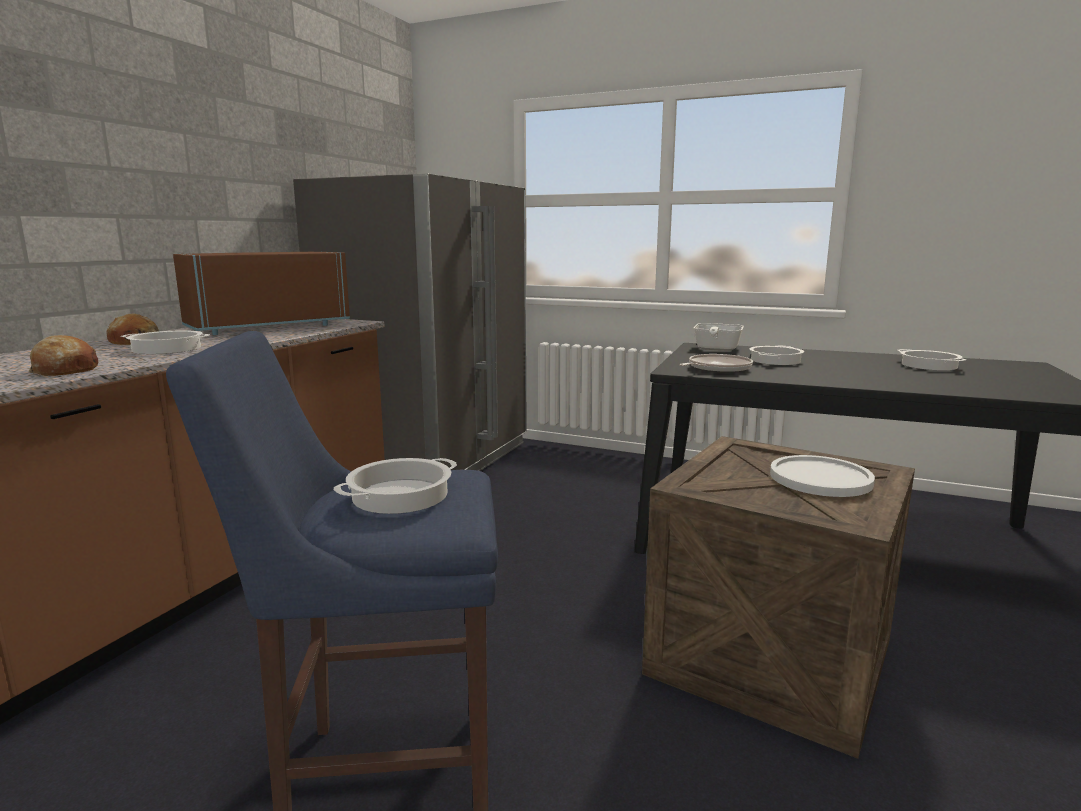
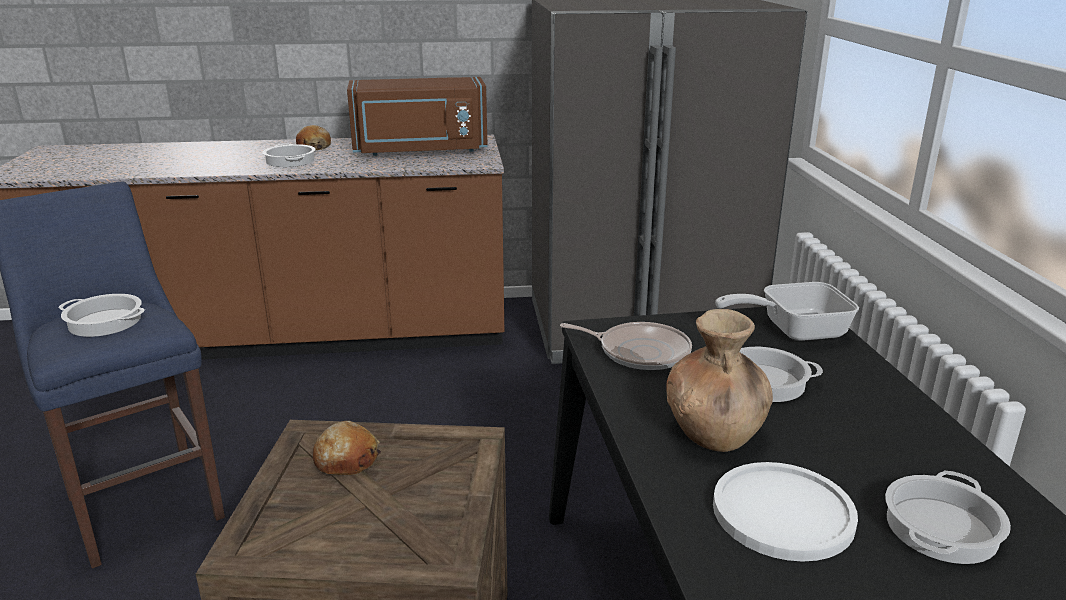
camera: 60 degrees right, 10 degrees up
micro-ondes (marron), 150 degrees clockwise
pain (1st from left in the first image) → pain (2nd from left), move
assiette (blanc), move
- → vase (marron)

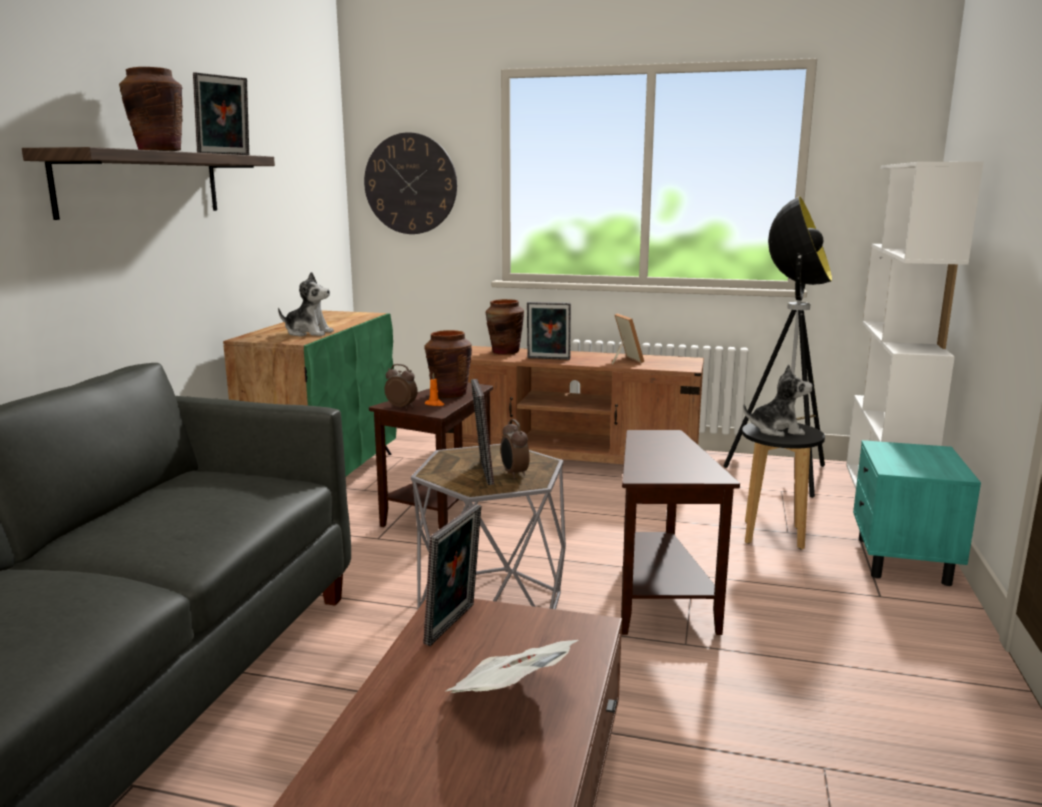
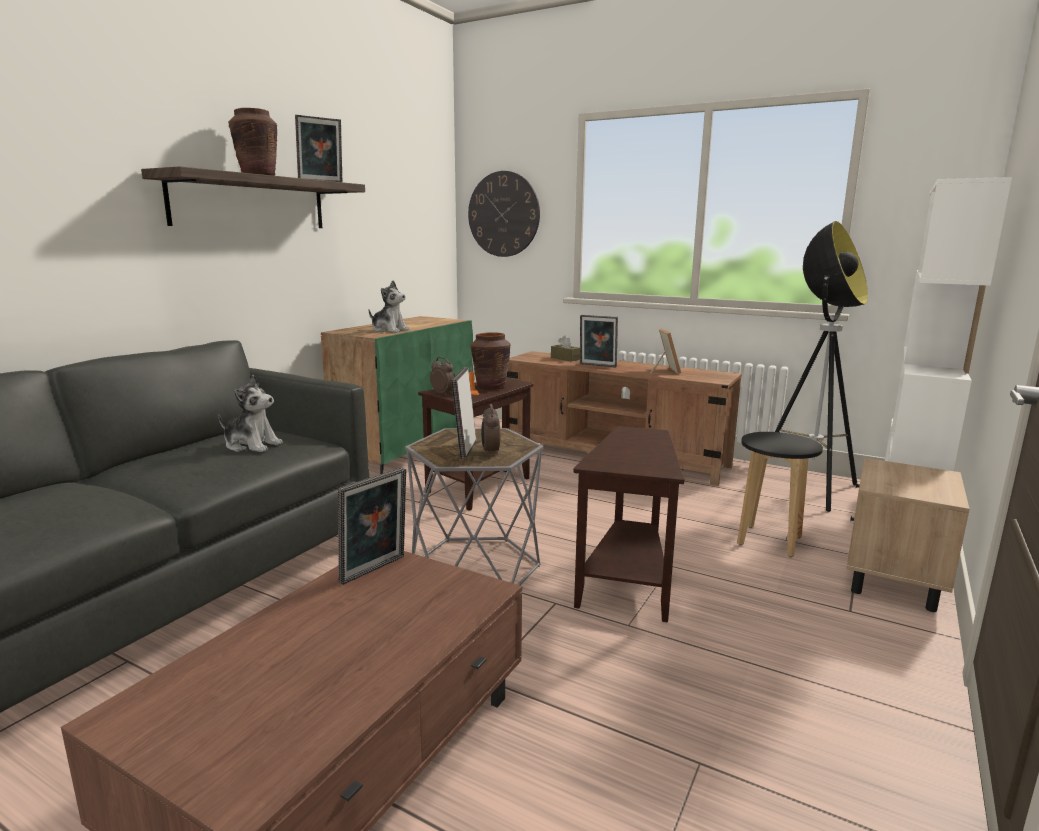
camera: 15 degrees right, 0 degrees up
vase (marron) (3rd from left) → boîte à mouchoirs (marron)
peluche (2nd from left in the first image) → peluche (1st from left), move
table de chevet (turquoise) → table de chevet (beige)
journal → -

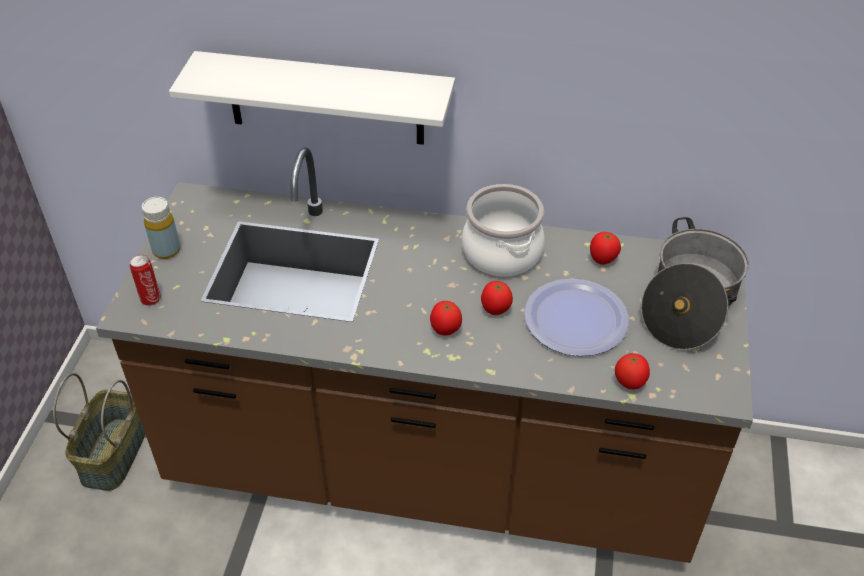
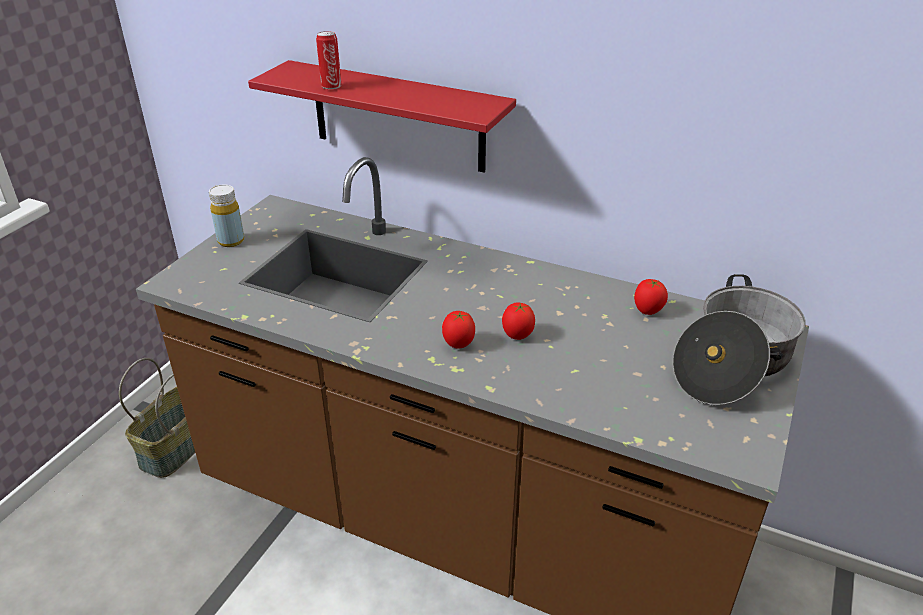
camera: 15 degrees right, 10 degrees down
étagère (blanc) → étagère (rouge)
marmite (1st from left) → -
boîte métallique, move
assiette → -
tomate (4th from left) → -

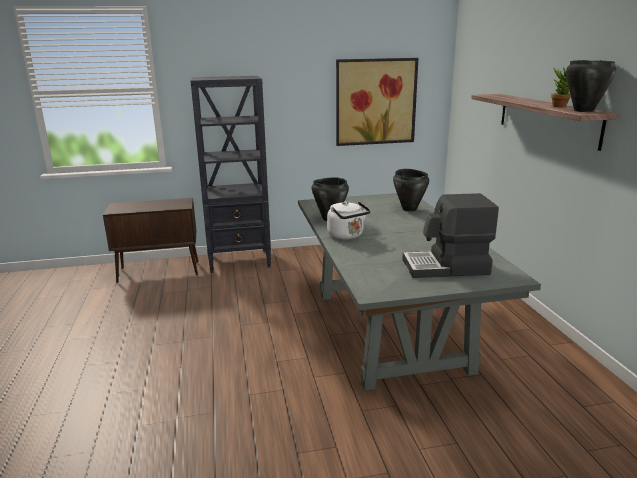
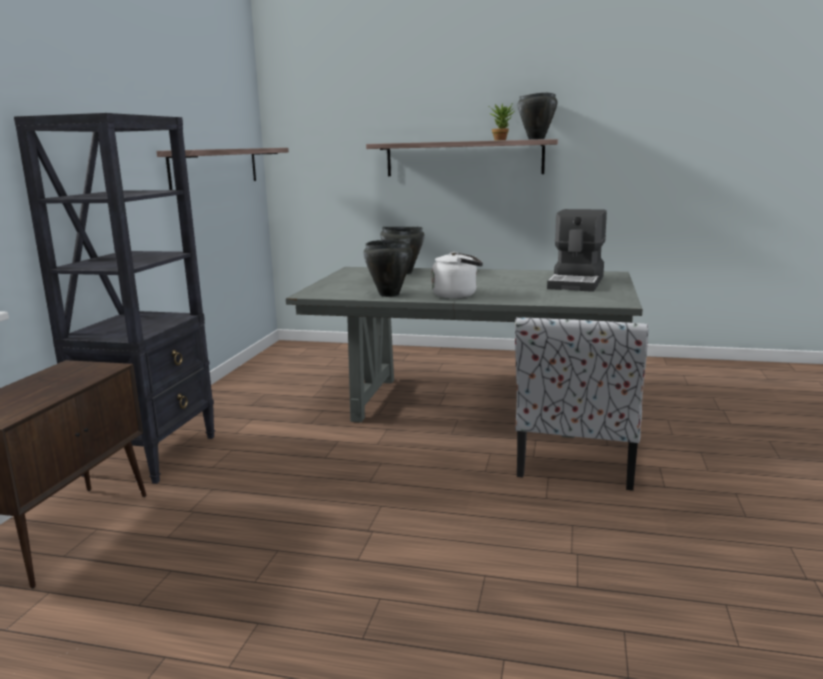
camera: 65 degrees left, 5 degrees down
tableau → étagère (1st from left)
- → chaise

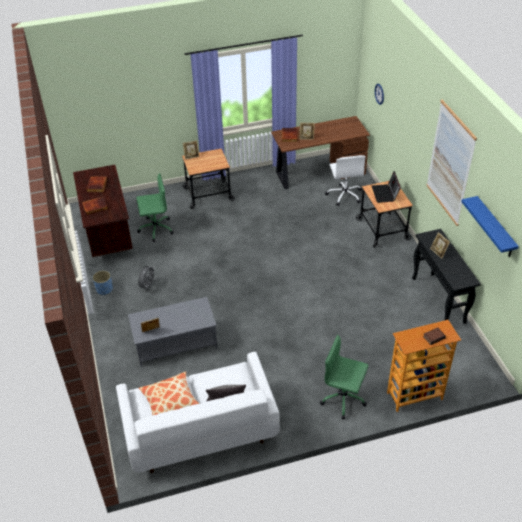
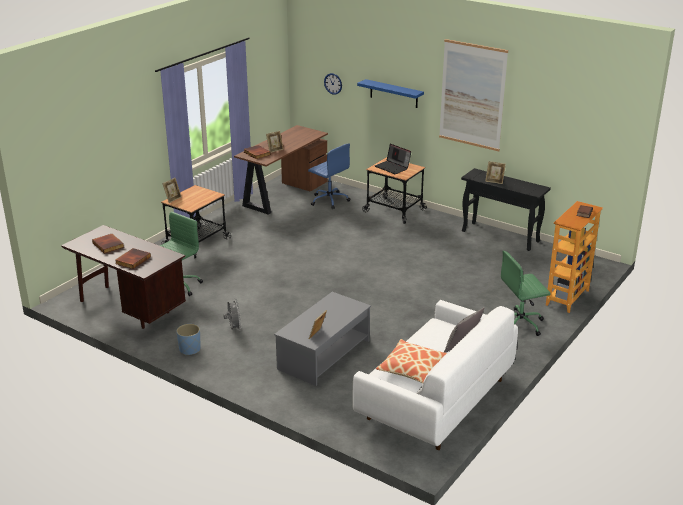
camera: 40 degrees left, 15 degrees down
chaise de bureau (blanc) → chaise de bureau (bleu)
étagère (bleu), move

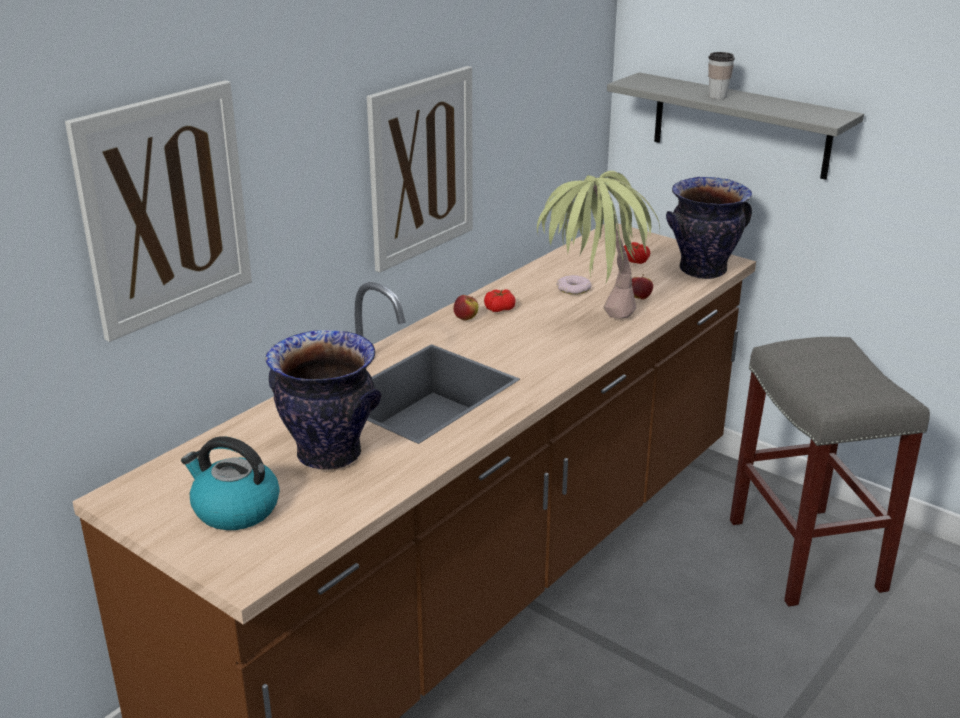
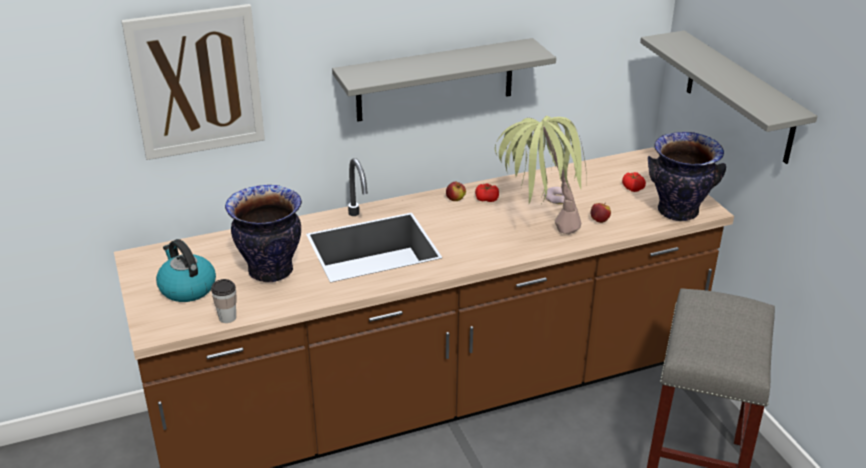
camera: 30 degrees right, 5 degrees up
tasse, move
tableau (2nd from left) → étagère (gris) (1st from left)

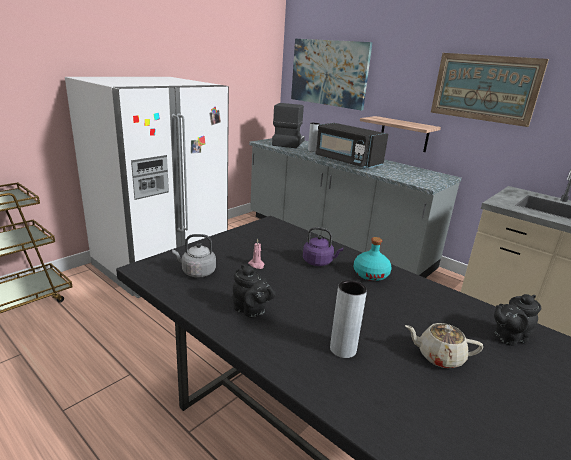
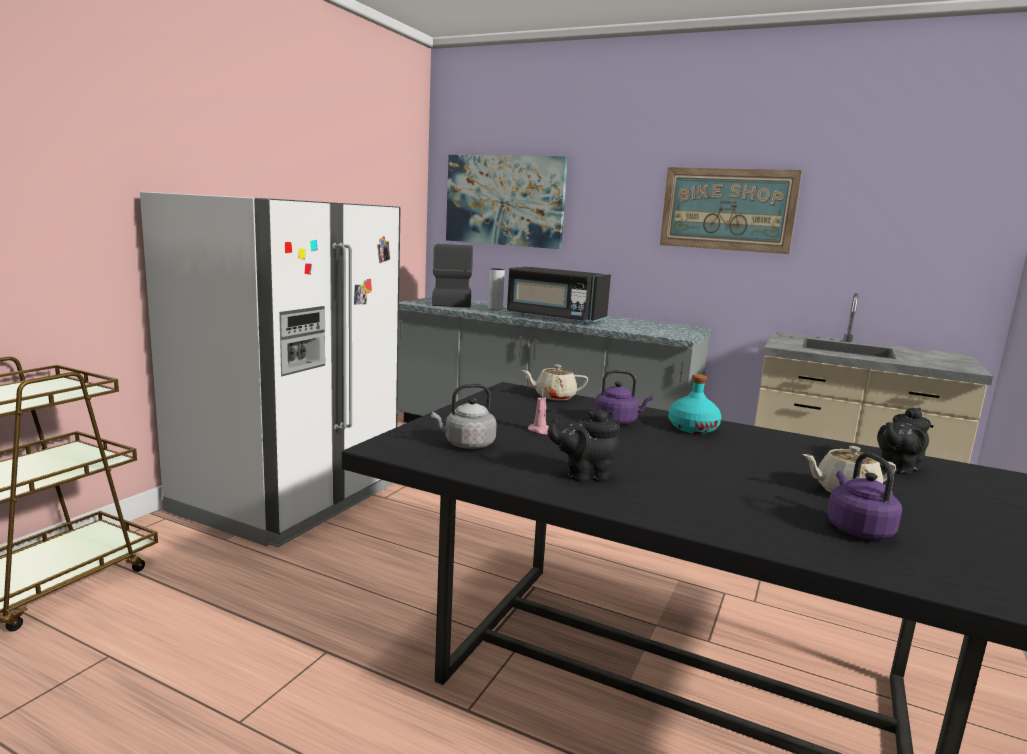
camera: 15 degrees left, 10 degrees down
étagère → -
théière (noir) (1st from left), 150 degrees clockwise
vase (gris) (2nd from left) → -
- → théière (beige) (1st from left)
- → bouilloire (violet) (2nd from left)

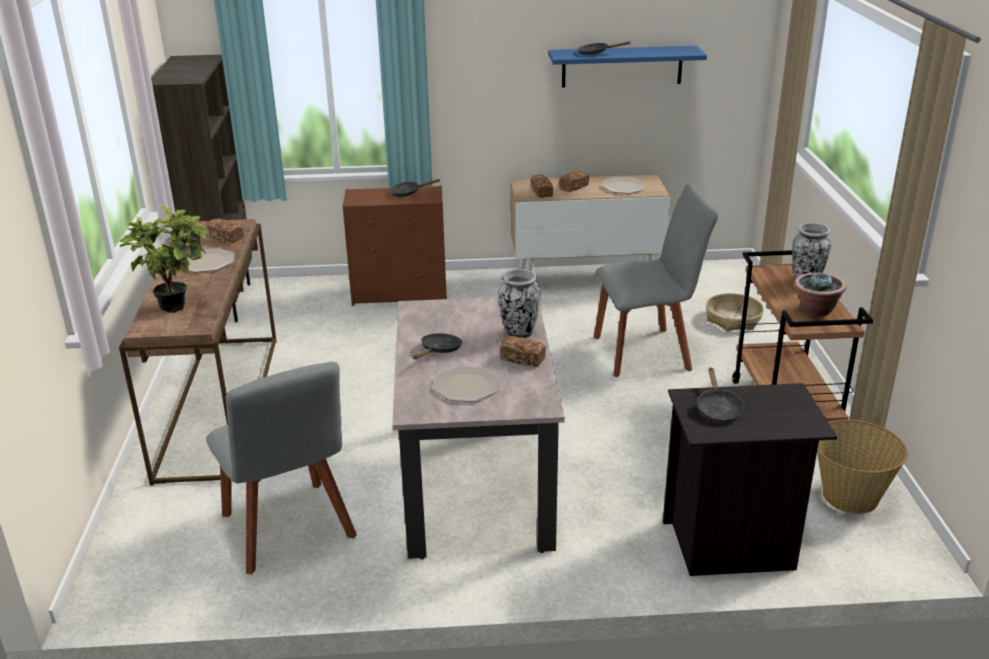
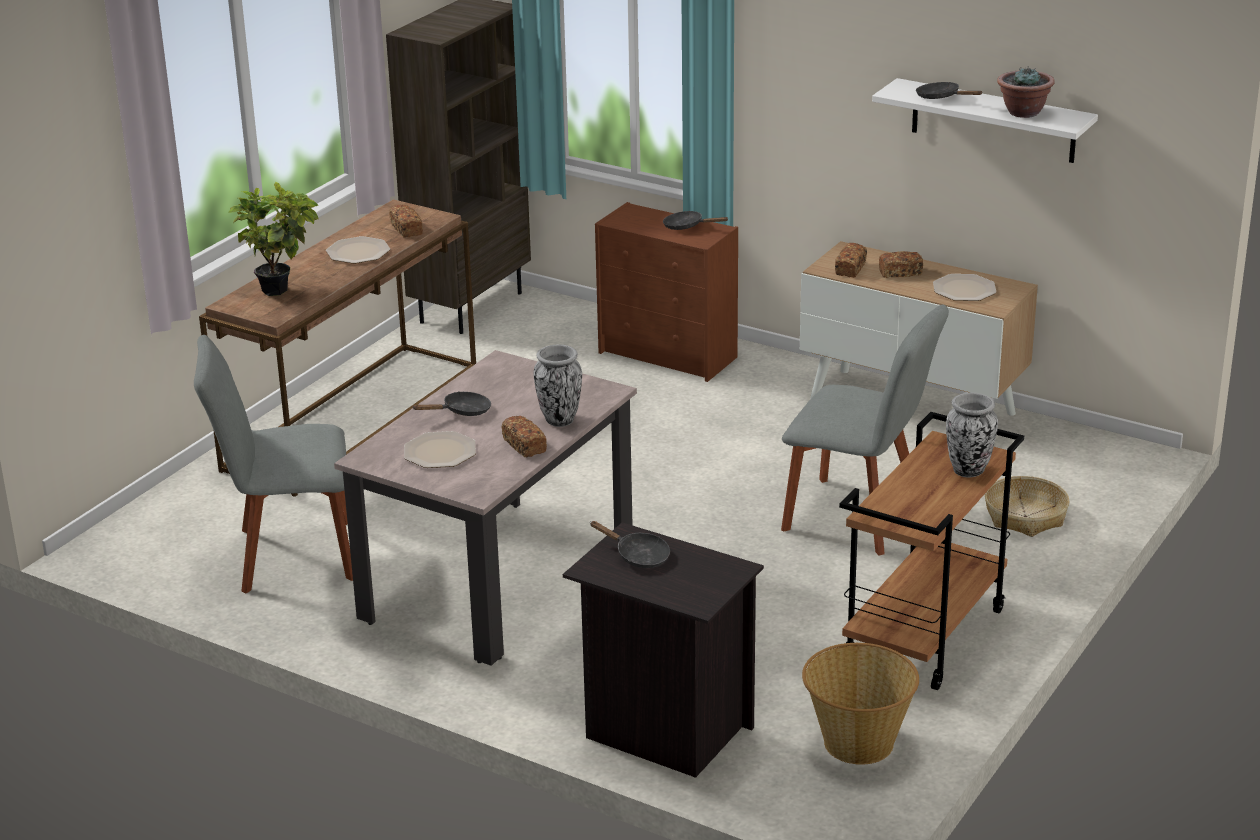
camera: 35 degrees right, 0 degrees up
étagère (bleu) → étagère (blanc)
plante en pot (2nd from left), move
chaise (gris) (1st from left), 75 degrees clockwise
poêle (noir) (4th from left in the first image) → poêle (noir) (2nd from left), 90 degrees counterclockwise

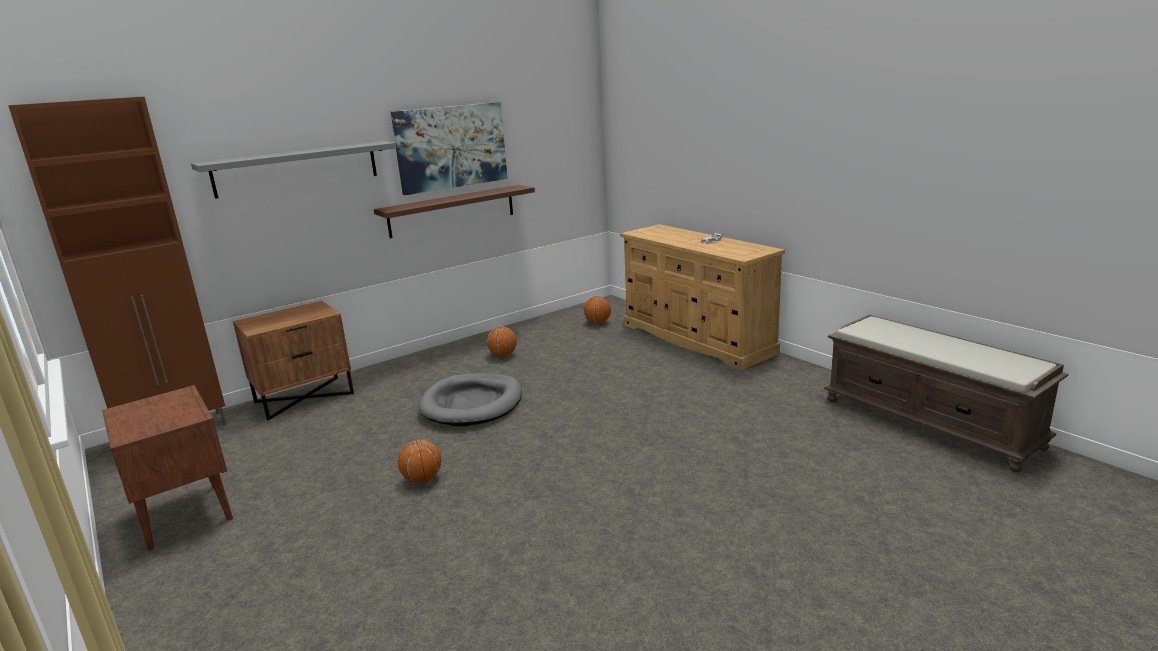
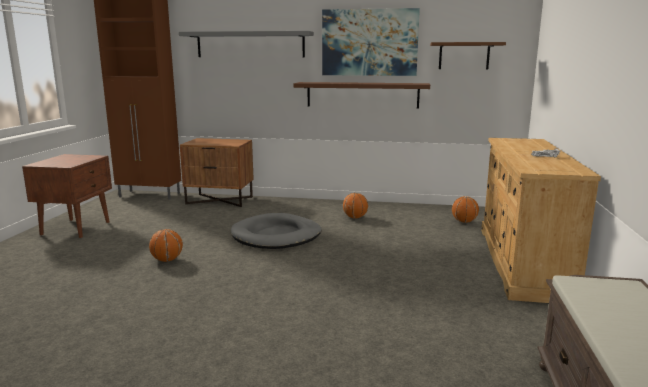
camera: 45 degrees right, 5 degrees down
- → étagère (marron) (2nd from left)

